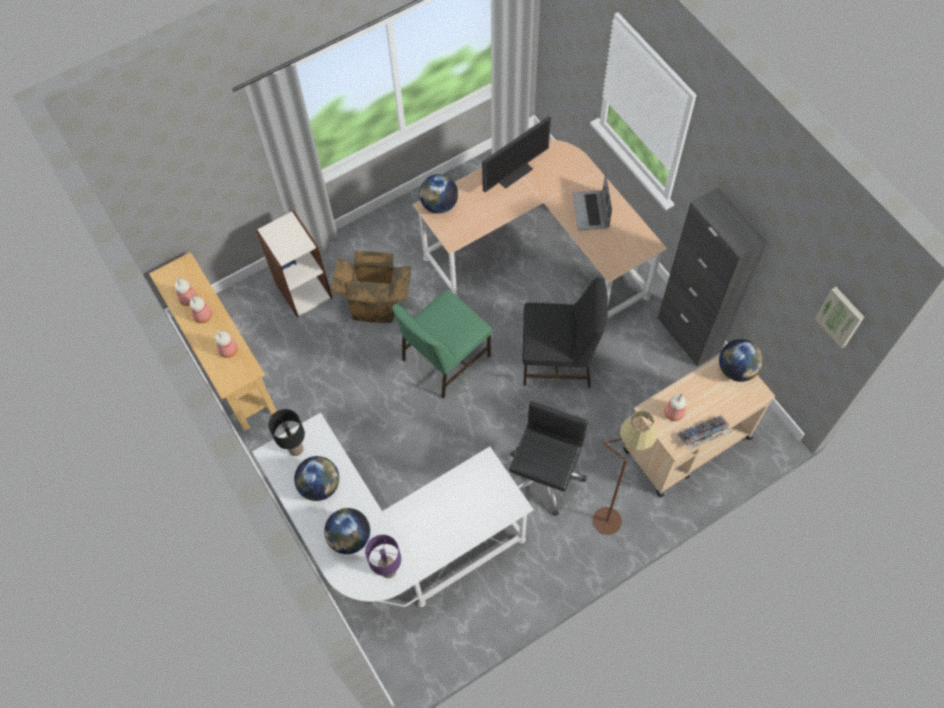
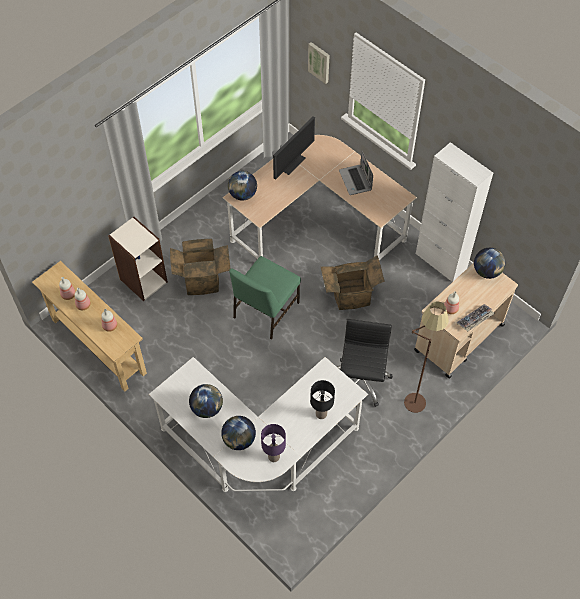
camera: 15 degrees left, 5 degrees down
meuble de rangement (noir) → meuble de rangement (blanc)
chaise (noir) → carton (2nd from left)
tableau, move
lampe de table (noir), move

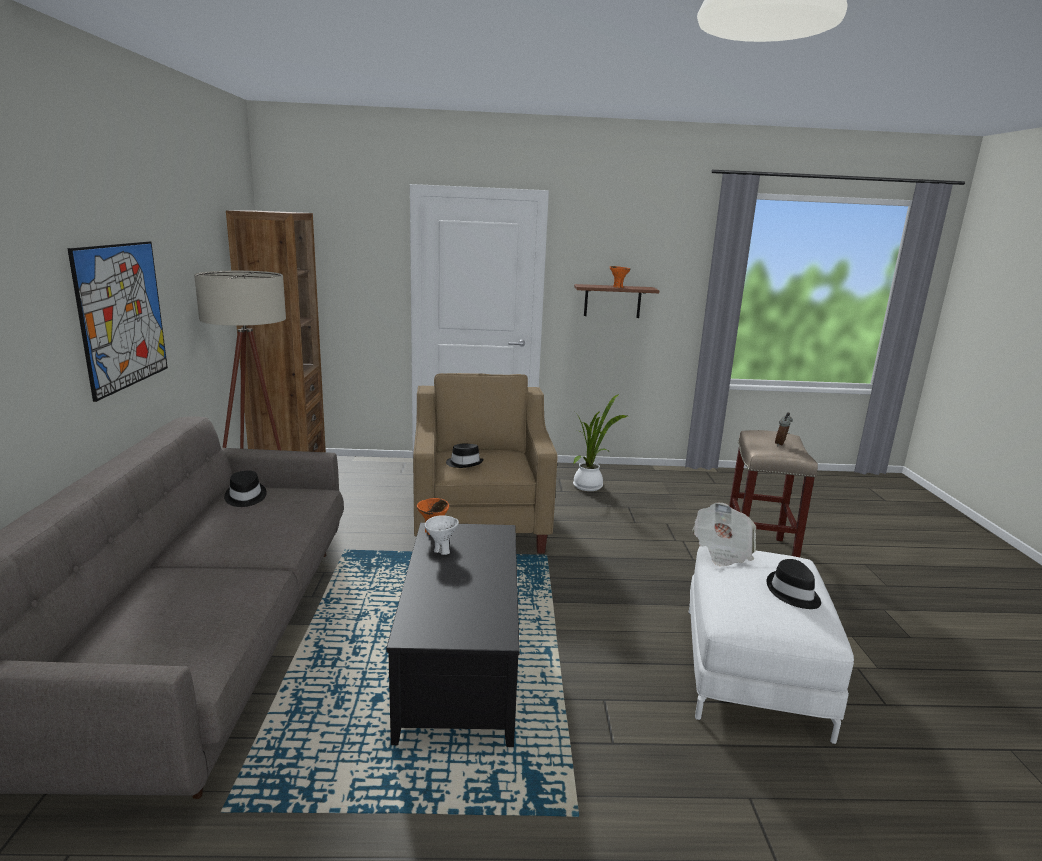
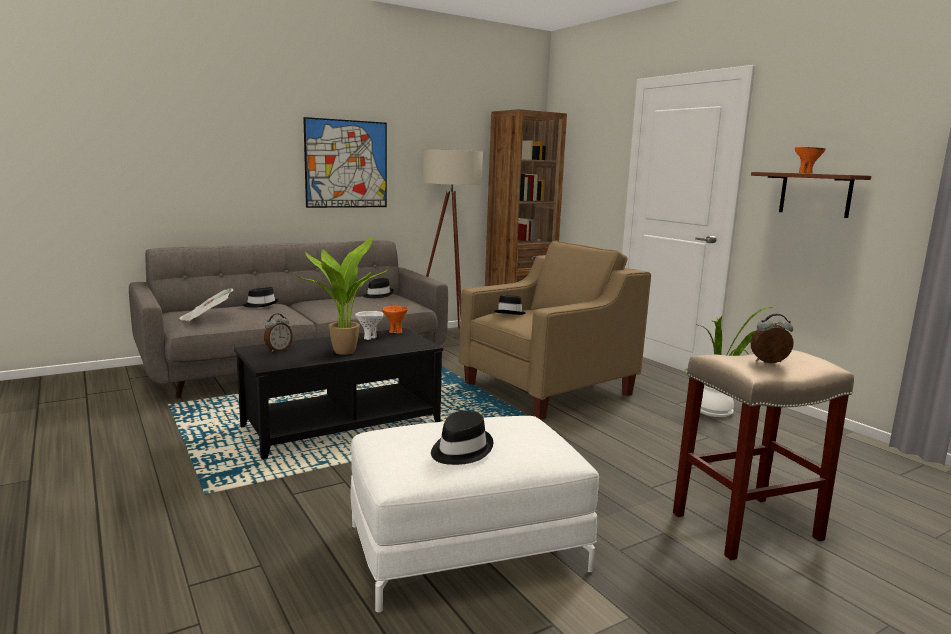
camera: 60 degrees right, 5 degrees down
journal, move
- → plante en pot (1st from left)
- → chapeau (noir) (1st from left)
- → réveil (1st from left)

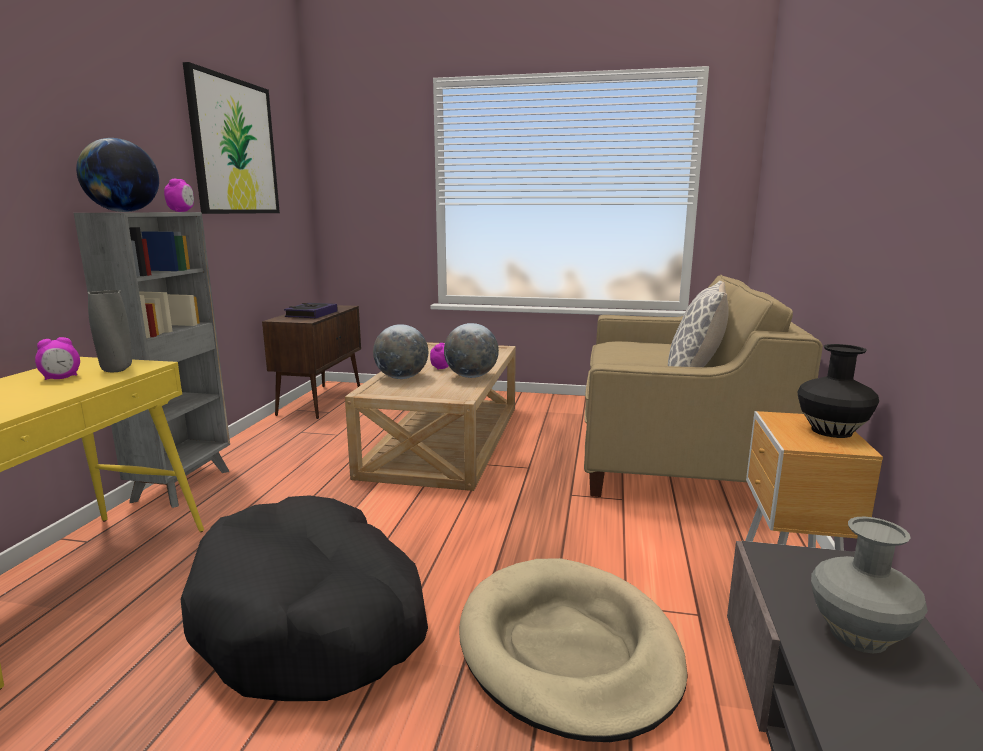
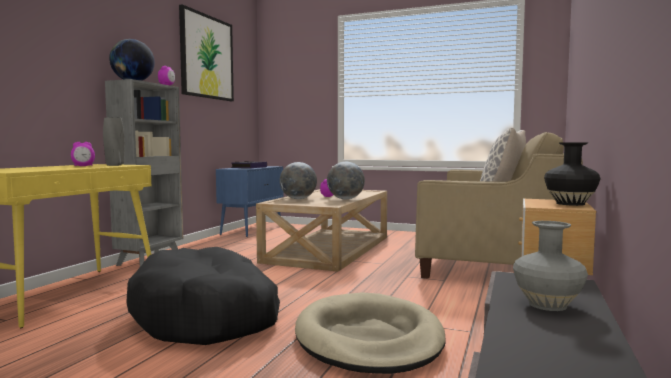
camera: 10 degrees right, 10 degrees down
meuble de rangement (marron) → meuble de rangement (bleu)

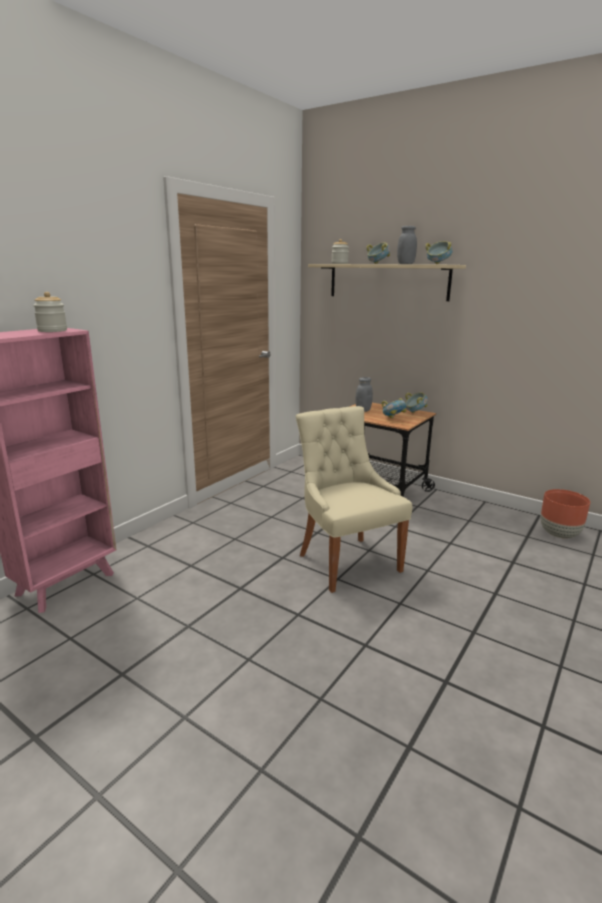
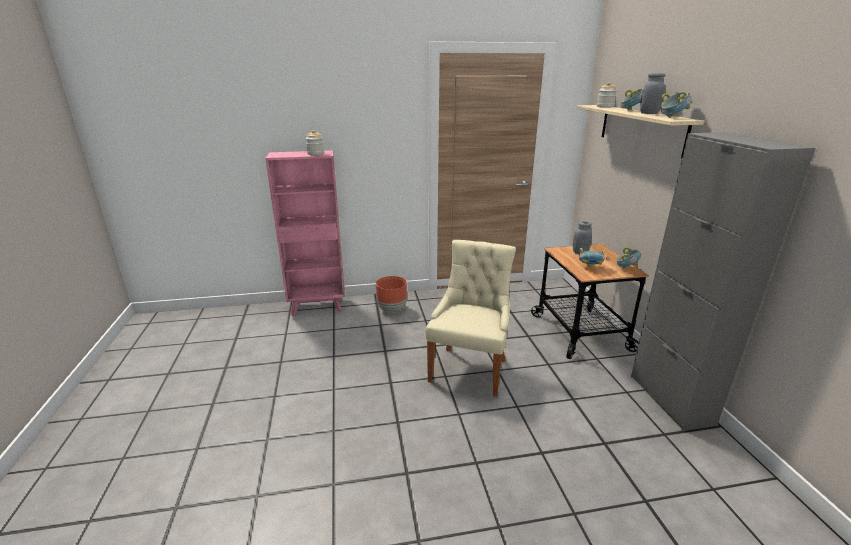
camera: 45 degrees right, 5 degrees up
cache-pot (marron), move
- → meuble de rangement (gris)

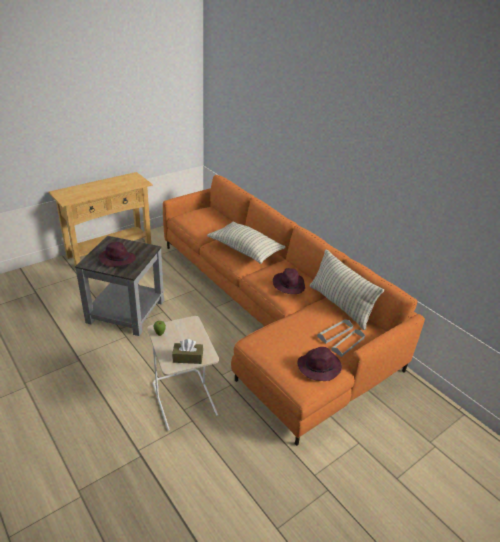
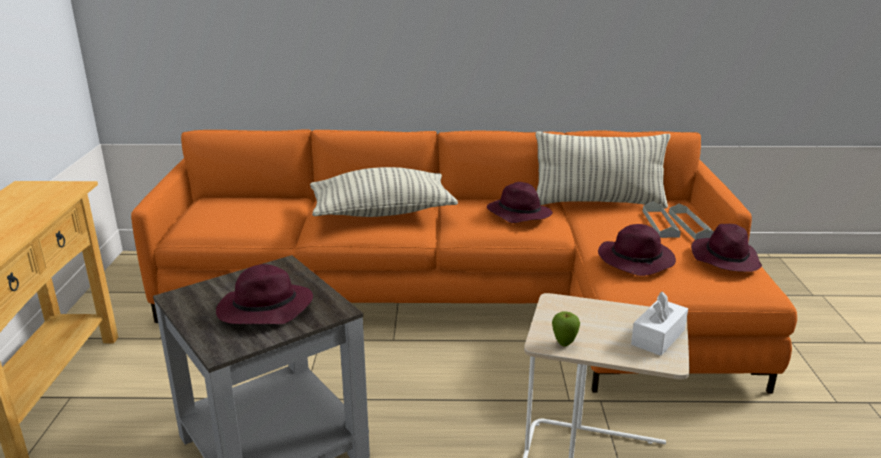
camera: 50 degrees left, 10 degrees down
boîte à mouchoirs (marron) → boîte à mouchoirs (blanc)
- → chapeau (violet) (3rd from left)

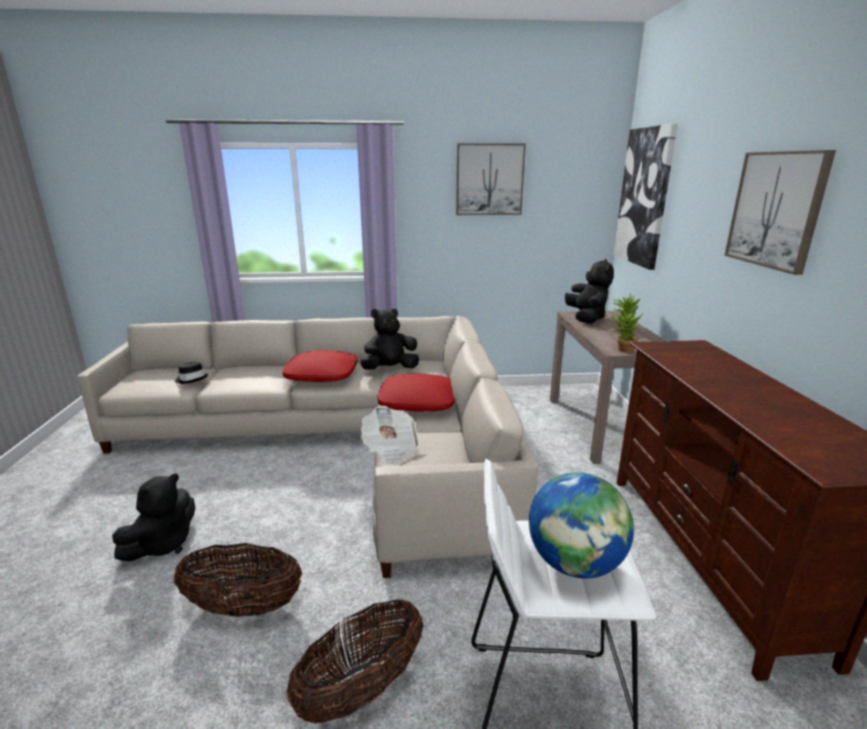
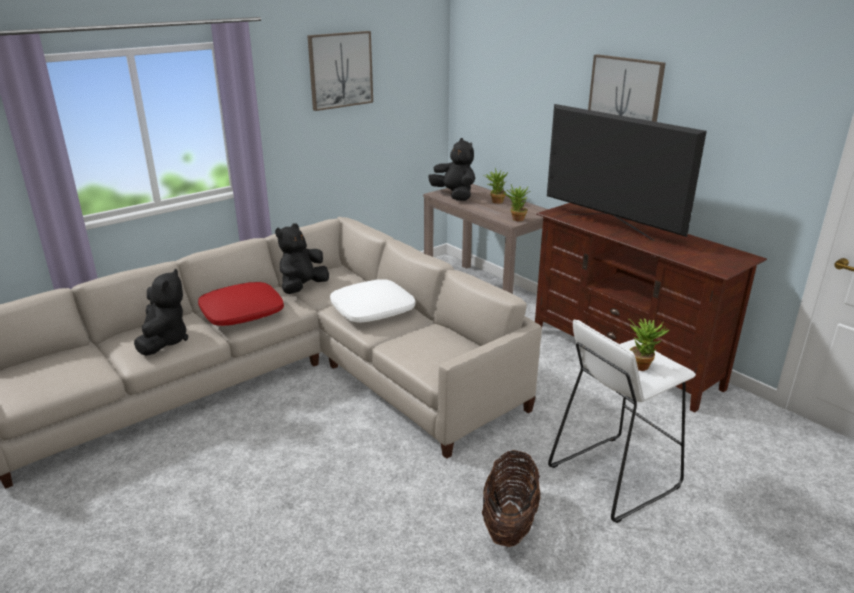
camera: 35 degrees left, 5 degrees up
tableau (2nd from left) → -
chapeau (noir) → -
coussin (rouge) (2nd from left) → coussin (blanc)
journal → -
globe → plante en pot (3rd from left)
peluche (noir) (1st from left), move
panier (1st from left) → -
- → téléviseur

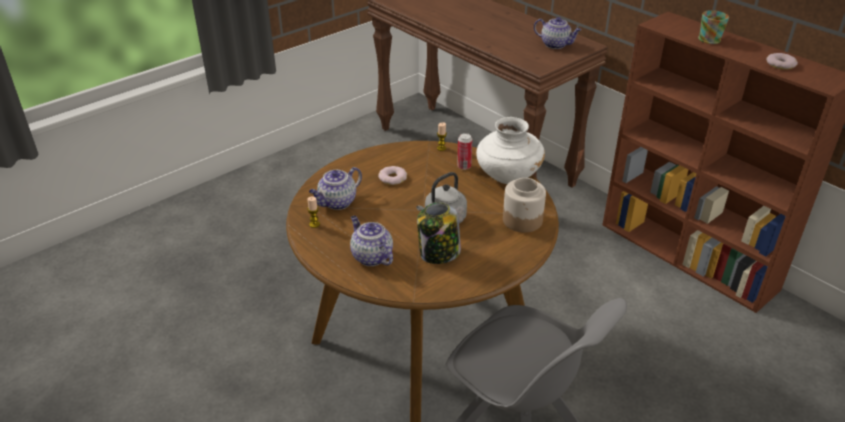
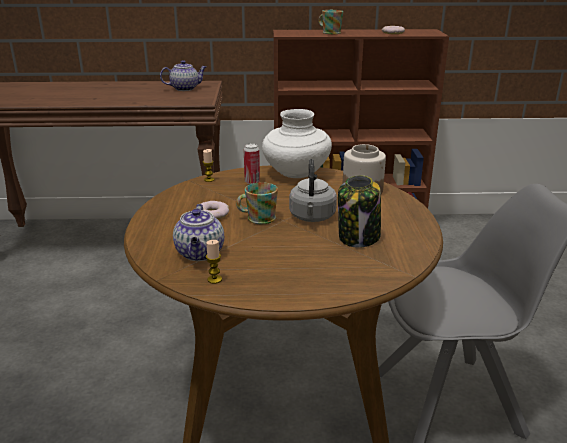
camera: 50 degrees left, 10 degrees down
théière (2nd from left) → -
- → mug (1st from left)

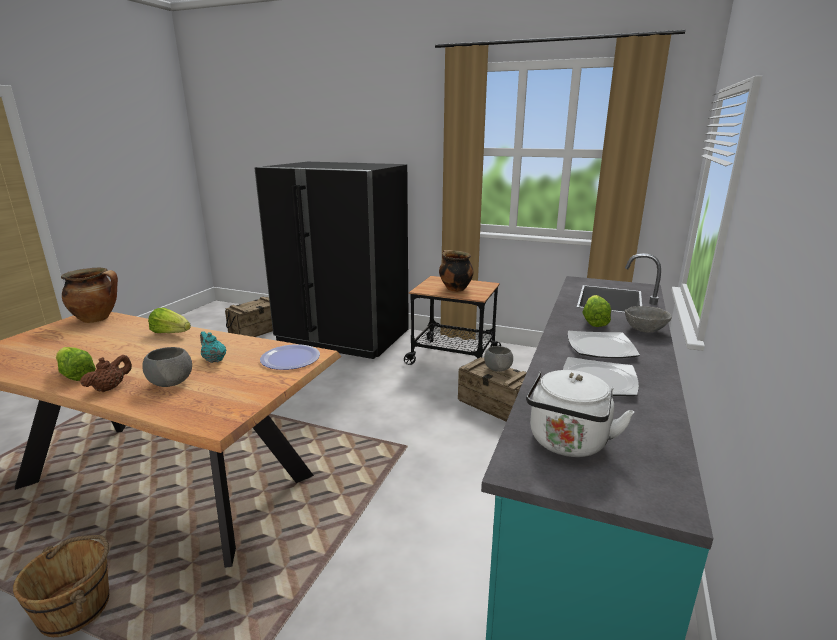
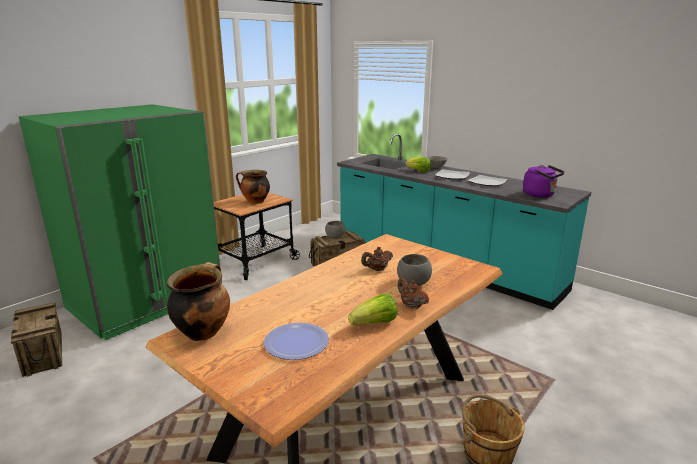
camera: 70 degrees left, 0 degrees up
réfrigérateur (noir) → réfrigérateur (vert)
laitue (2nd from left) → -
théière (turquoise) → théière (marron) (1st from left)
assiette (1st from left), move
bouilloire (blanc) → bouilloire (violet)

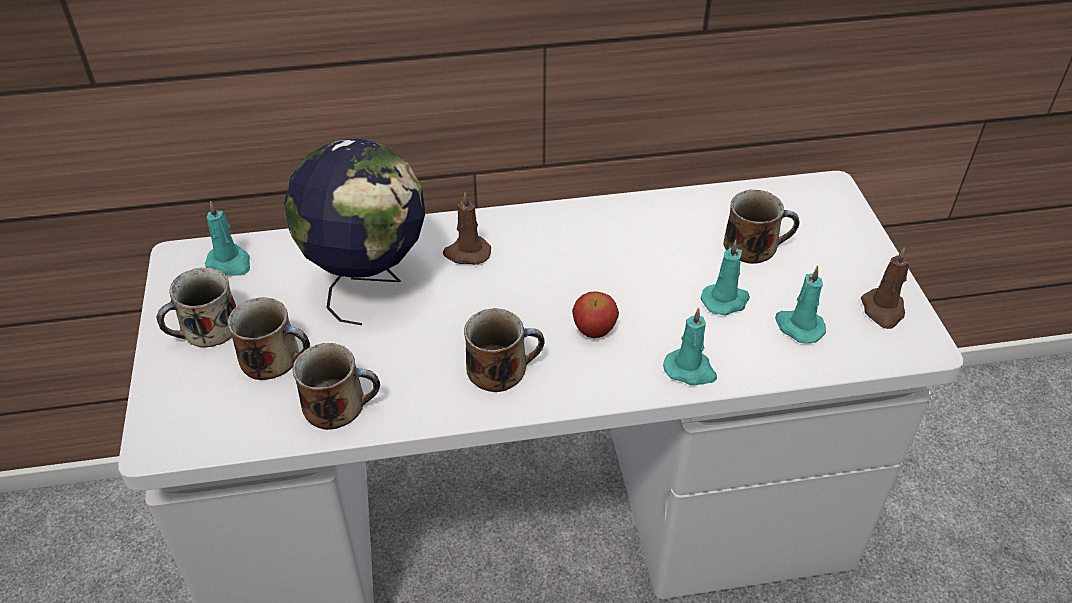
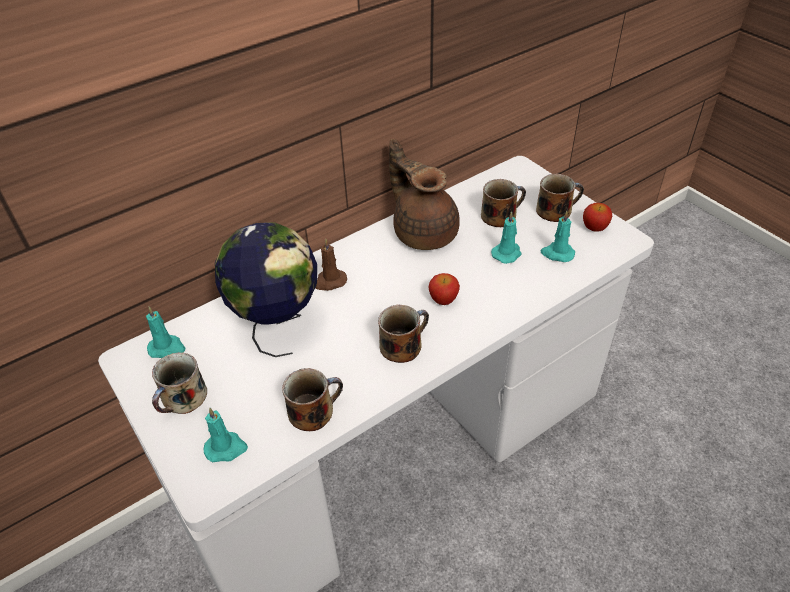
camera: 25 degrees left, 0 degrees up
bougie (marron) (2nd from left) → pomme (2nd from left)
mug (2nd from left in the first image) → mug (5th from left), move
bougie (turquoise) (2nd from left), move
- → théière (marron)

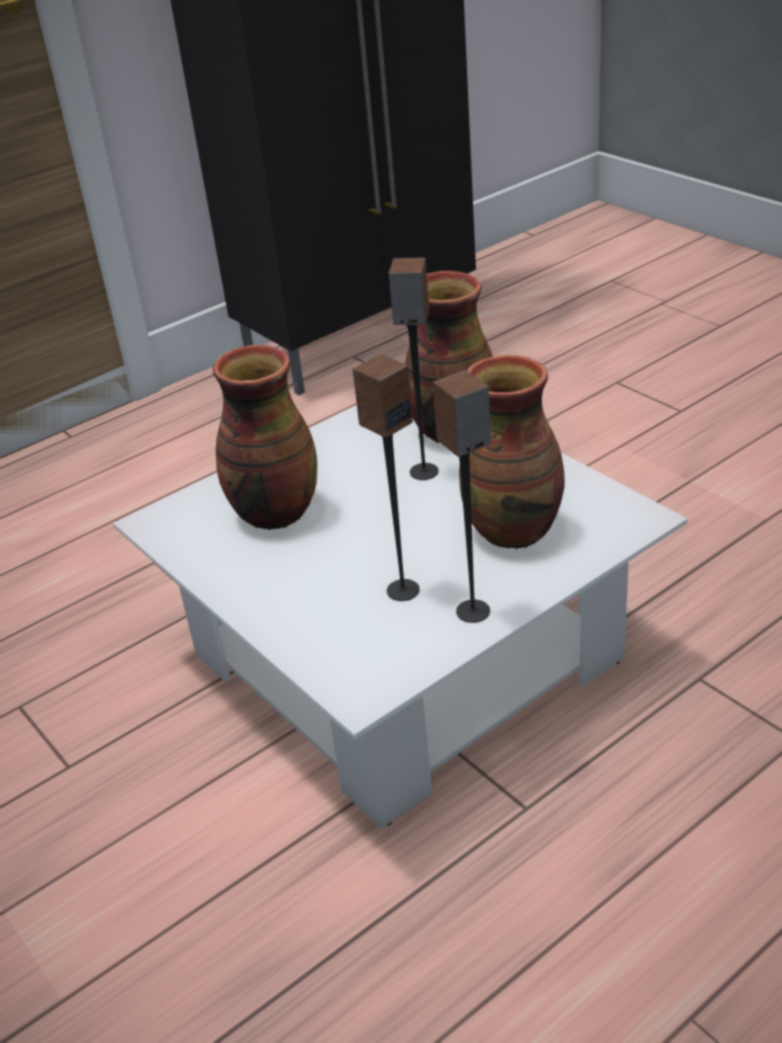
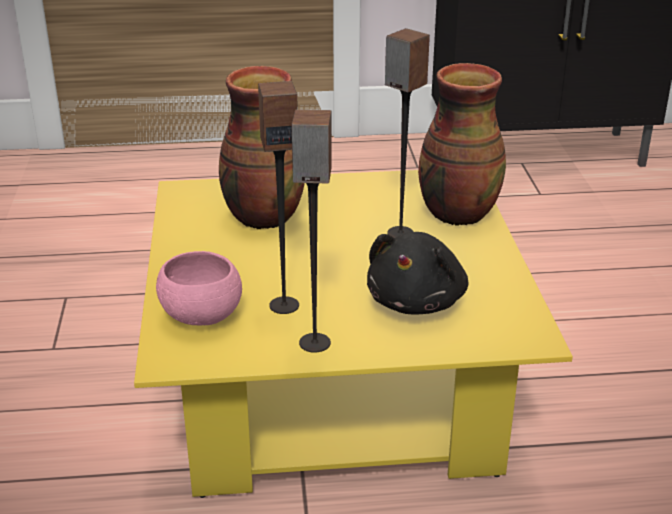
camera: 30 degrees right, 5 degrees down
vase (3rd from left) → peluche (noir)
table basse (blanc) → table basse (jaune)
- → bol (rose)

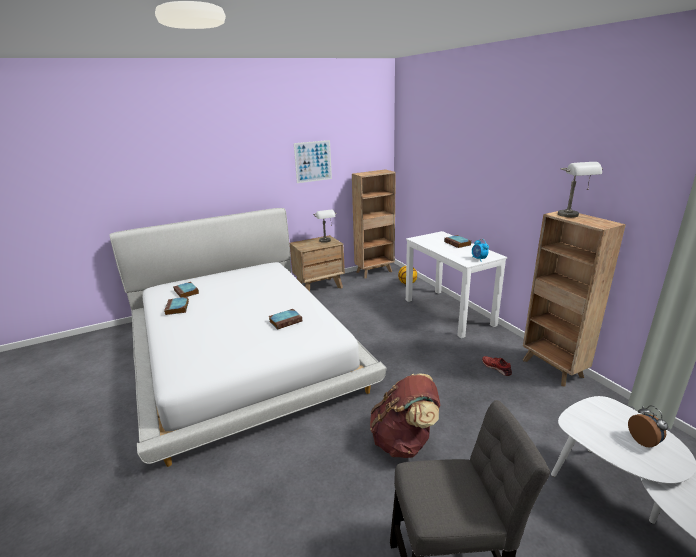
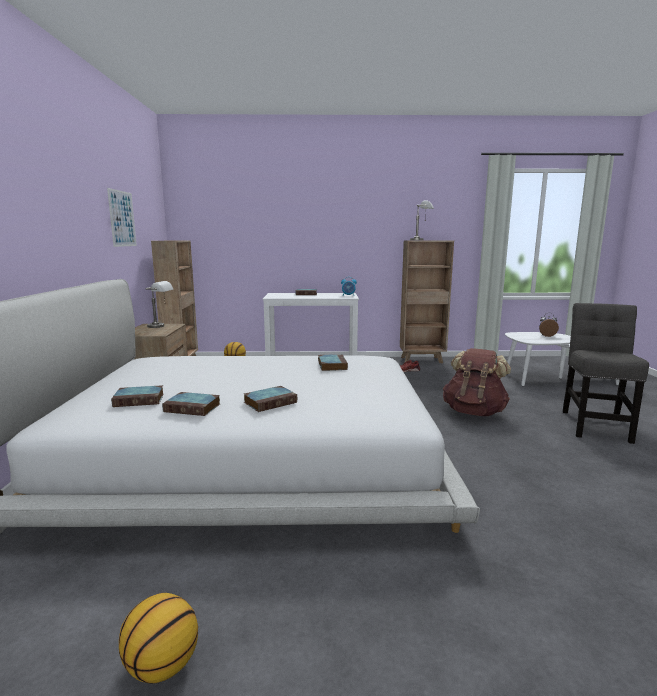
camera: 65 degrees left, 10 degrees down
- → livre (3rd from left)
- → ballon de basket (1st from left)

